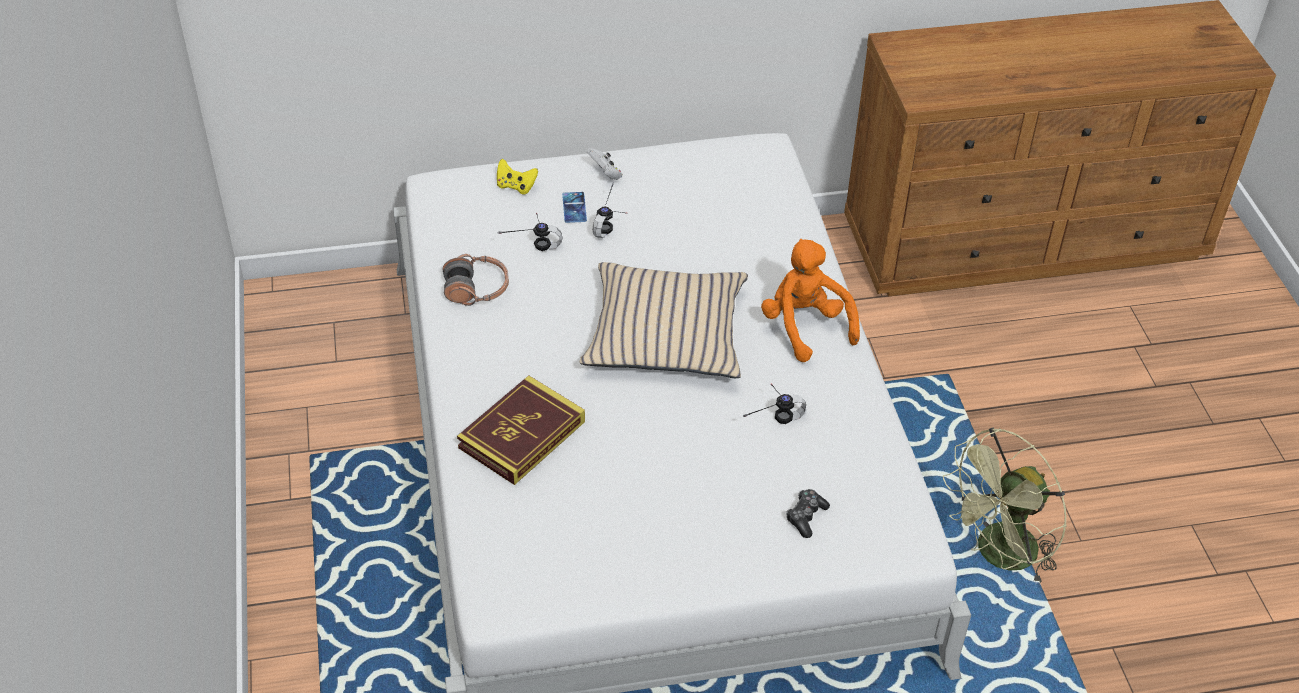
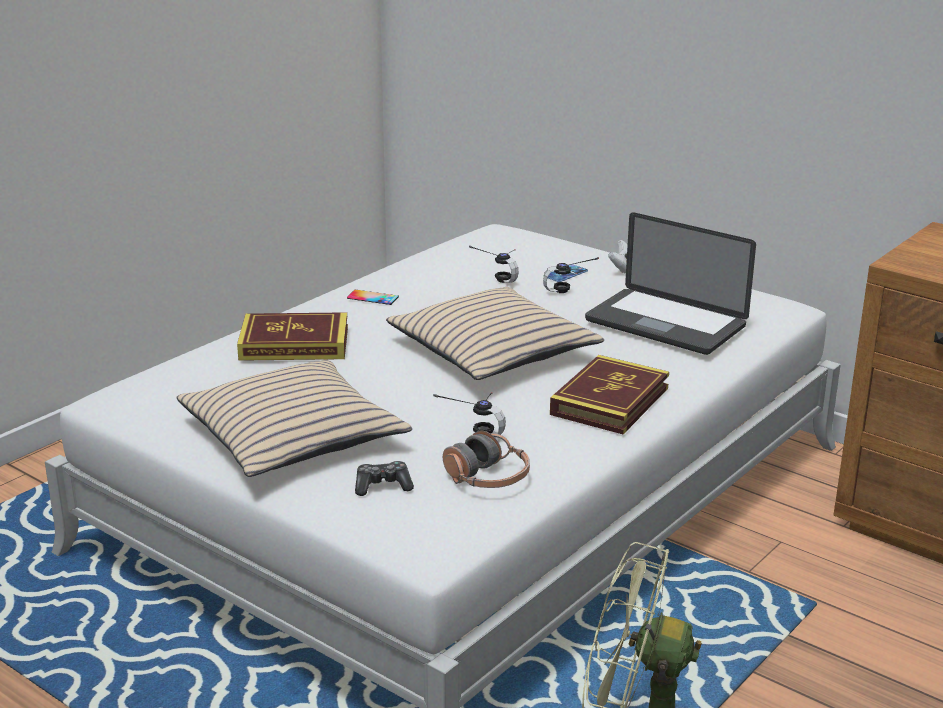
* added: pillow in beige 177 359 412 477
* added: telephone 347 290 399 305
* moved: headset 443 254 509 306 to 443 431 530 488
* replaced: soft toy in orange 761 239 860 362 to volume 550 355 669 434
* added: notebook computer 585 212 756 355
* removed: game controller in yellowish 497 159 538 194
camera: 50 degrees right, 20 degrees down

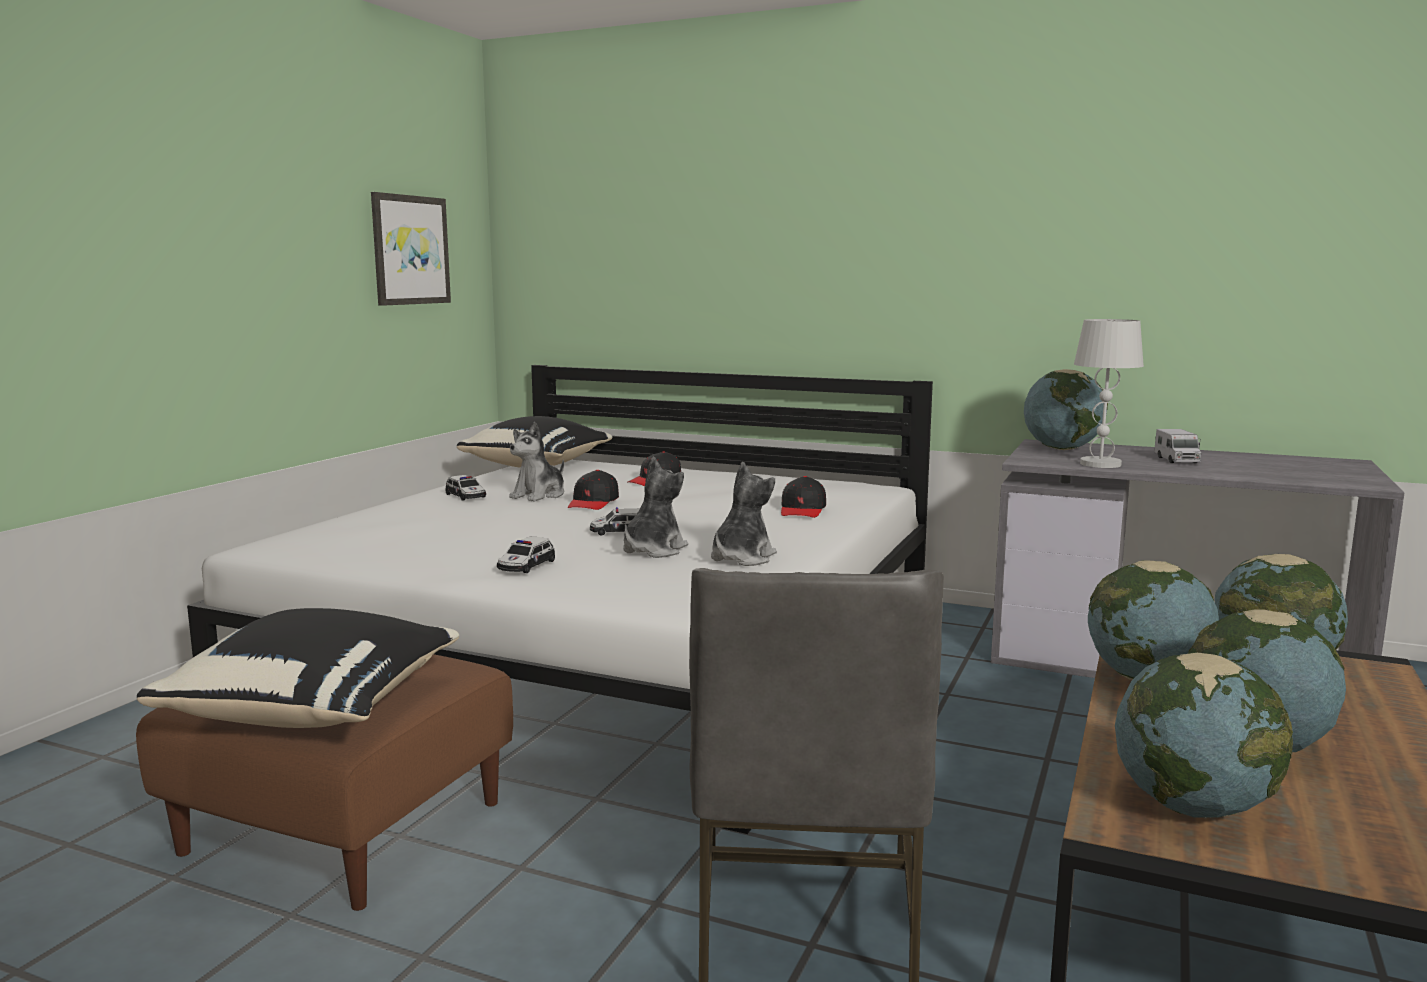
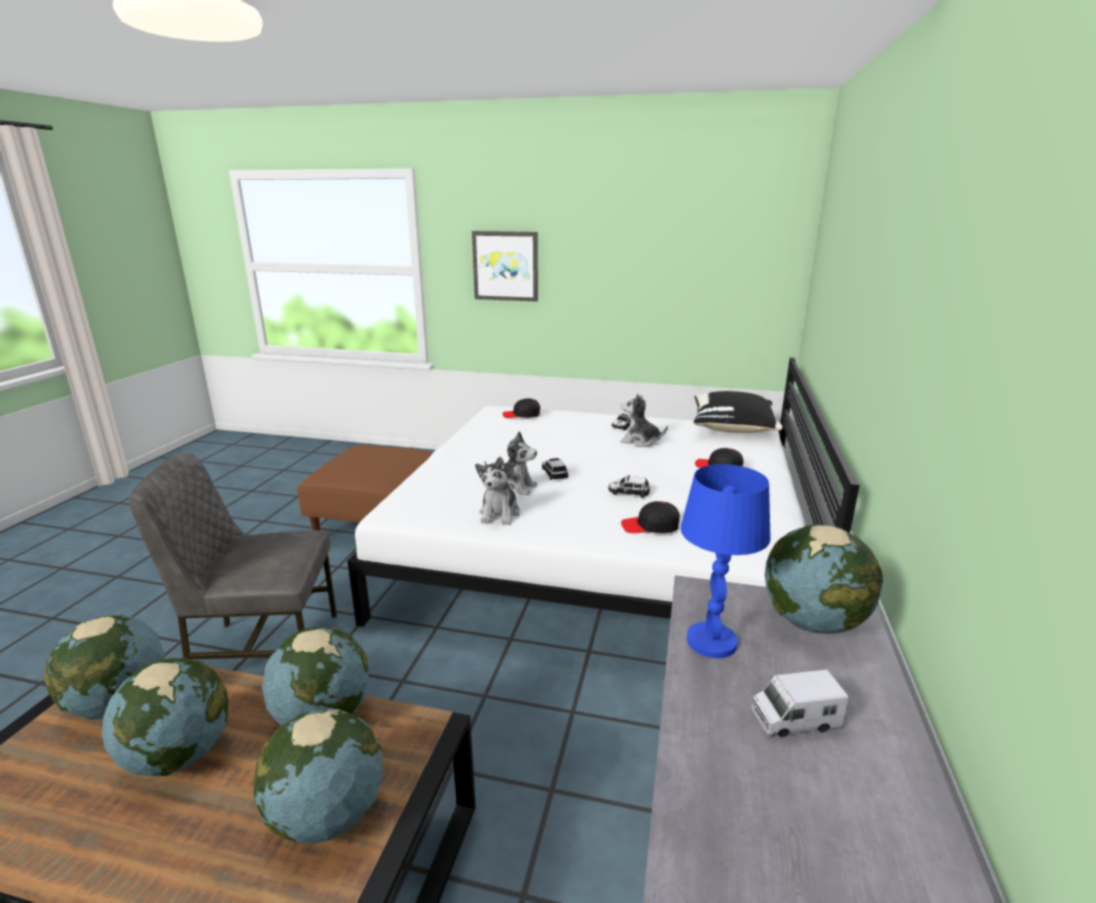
* moved: wall art 371 192 451 306 to 472 231 538 301
* turned: soft toy 711 461 777 566 = 475 457 520 525 75 degrees clockwise
* moved: cap in black 568 470 619 510 to 503 398 540 418
* moved: miniature car 497 537 555 573 to 608 475 650 498
* recoloured: lamp for a table in white 1074 319 1144 468 to lamp for a table in blue-coloured 680 464 771 658
* removed: pillow in black 137 608 459 728
camera: 80 degrees right, 10 degrees up

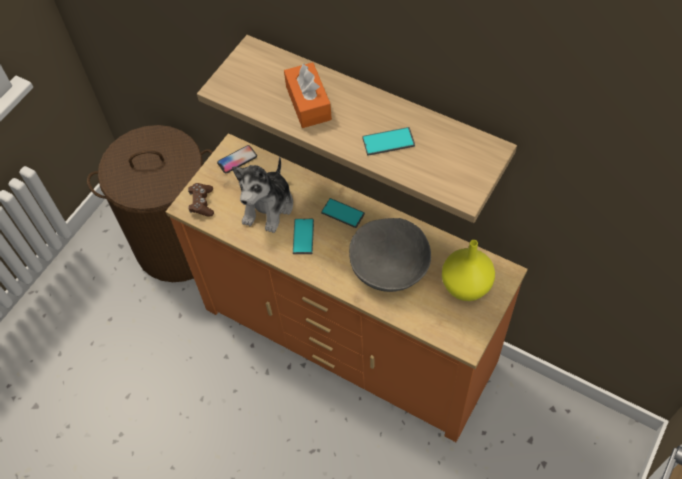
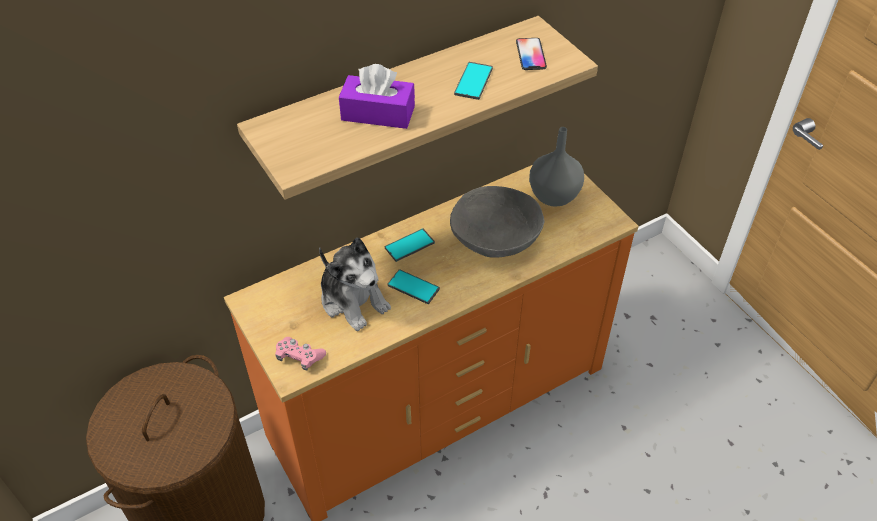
* recoloured: game controller in brownish 188 183 214 216 to game controller in pinkish 275 337 326 370
* recoloured: tissue box in orange 284 62 332 128 to tissue box in purple-coloured 339 64 415 129
* moved: telephone 217 145 257 173 to 516 38 547 70
* recoloured: decorative vase in yellowish 442 240 495 301 to decorative vase in grey 529 127 584 207
camera: 65 degrees left, 10 degrees down

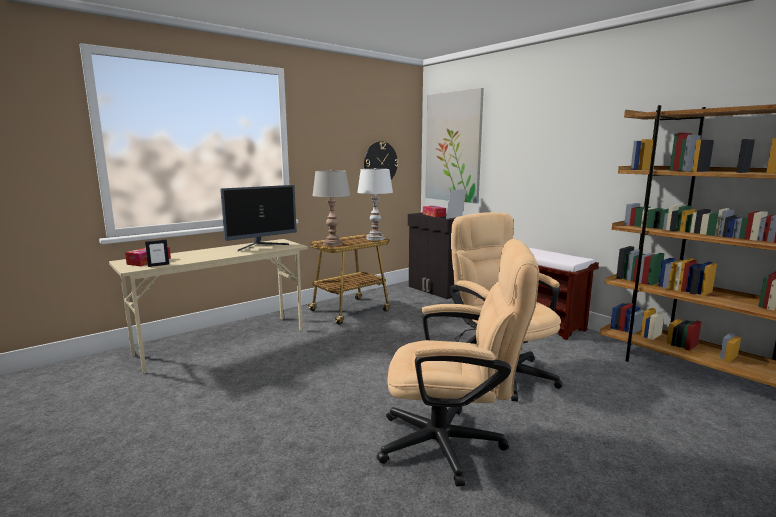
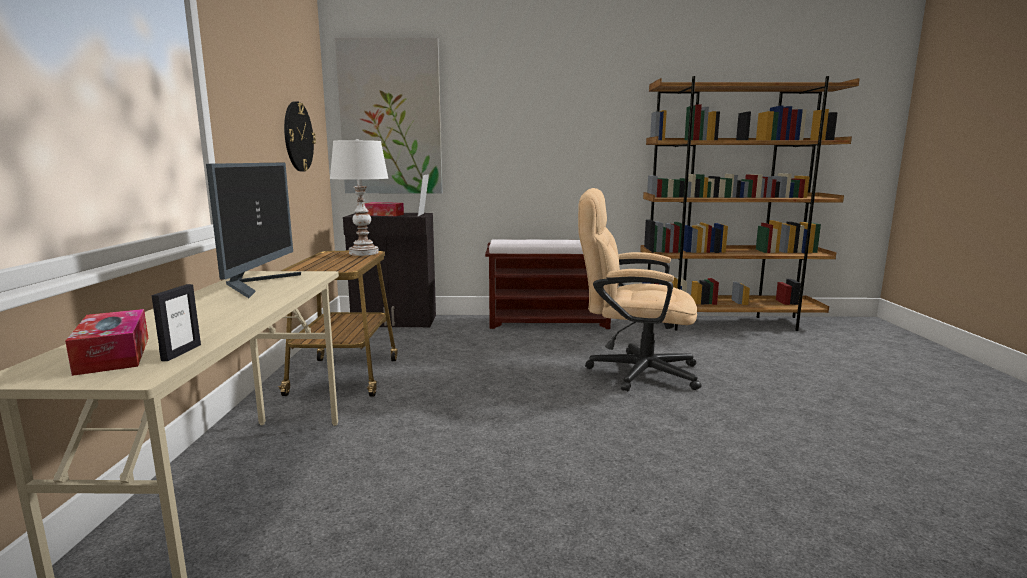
* removed: lamp for a table in grey 312 170 350 246
* removed: computer chair in beige 377 239 539 487
camera: 50 degrees left, 0 degrees up

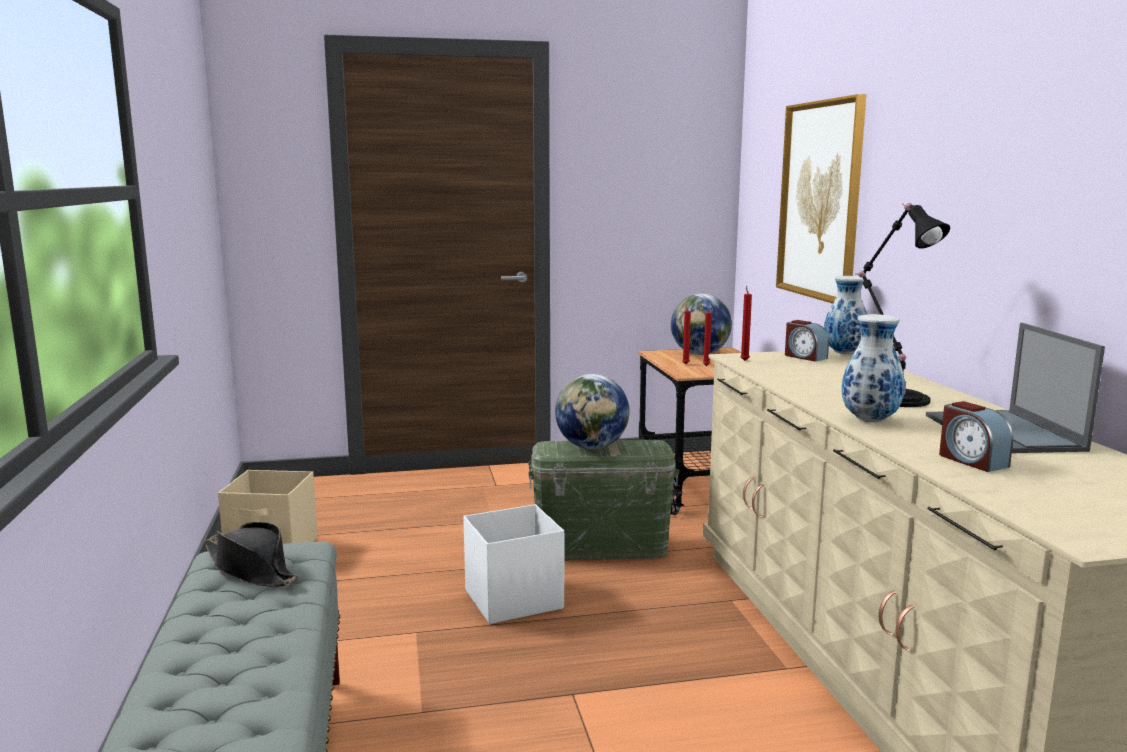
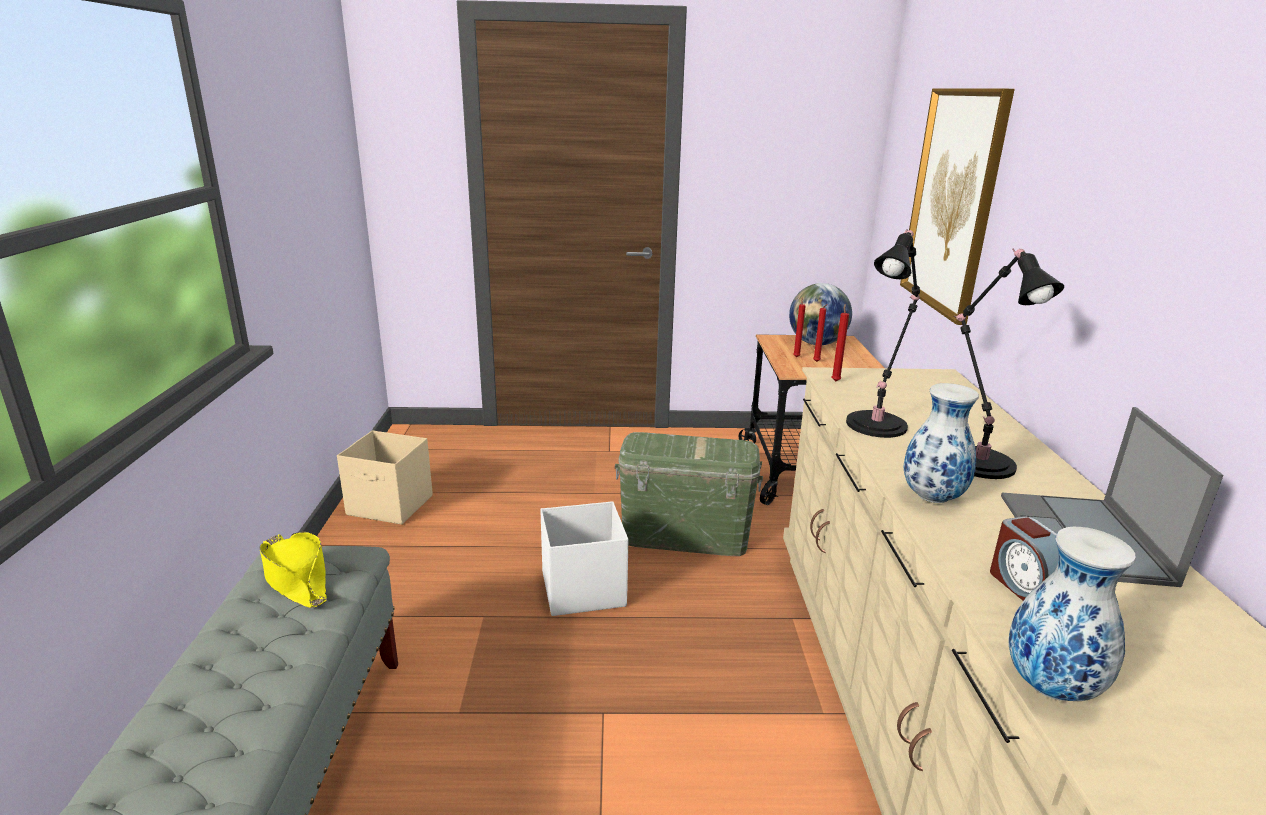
* recoloured: hat in black 204 522 299 586 to hat in yellowish 260 532 327 608
* added: lamp for a table in black 846 229 920 438
* moved: decorative vase 824 276 867 354 to 1009 527 1136 701
* removed: globe 555 374 629 449
* removed: bedside clock 785 320 829 362
camera: 10 degrees right, 10 degrees up

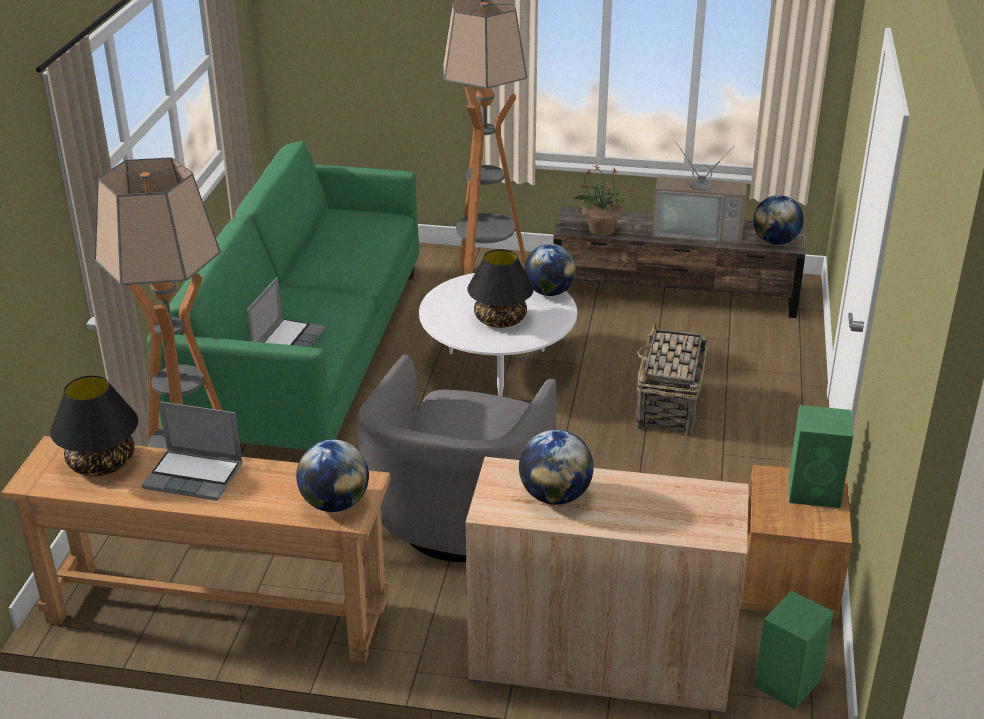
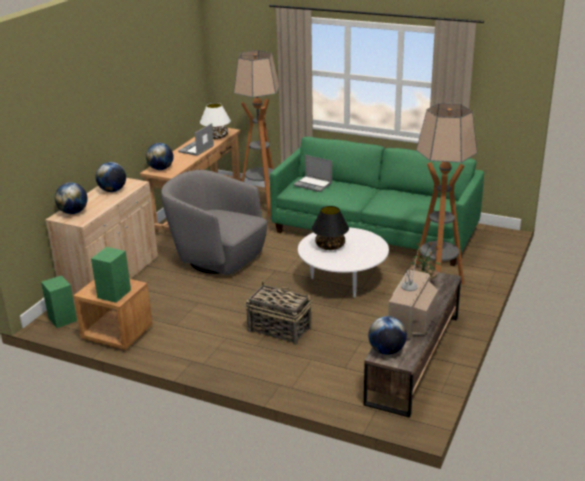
* moved: globe 524 244 576 296 to 55 182 88 214
* recoloured: lamp for a table in black 50 375 138 476 to lamp for a table in white 200 103 231 139
camera: 105 degrees right, 5 degrees down

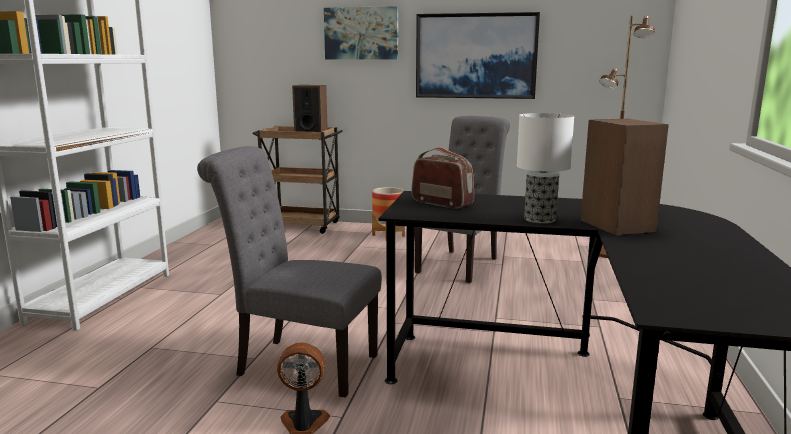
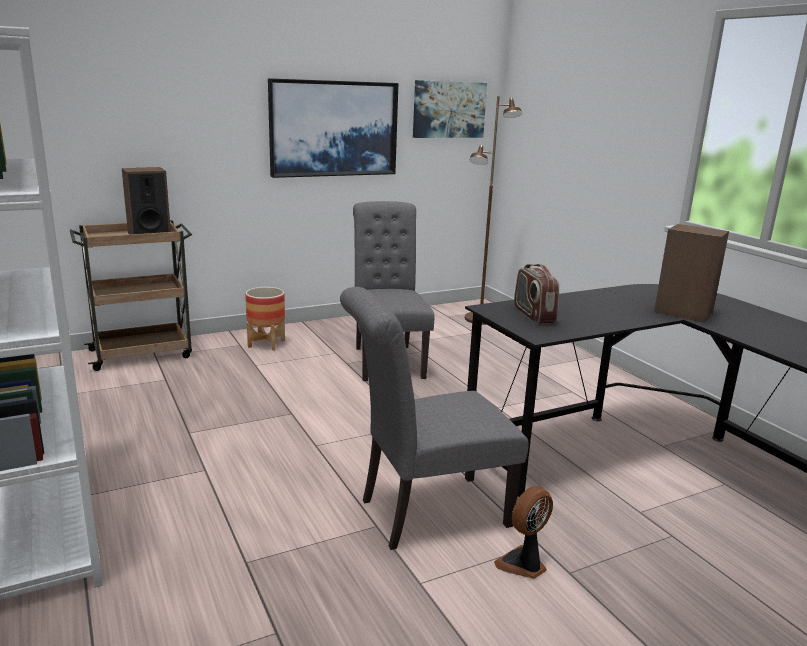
* moved: wall art 324 6 398 60 to 413 80 487 138
* turned: radio 412 147 474 209 = 514 264 559 324 105 degrees counterclockwise
* removed: lamp for a table 517 113 574 223
camera: 40 degrees left, 5 degrees up

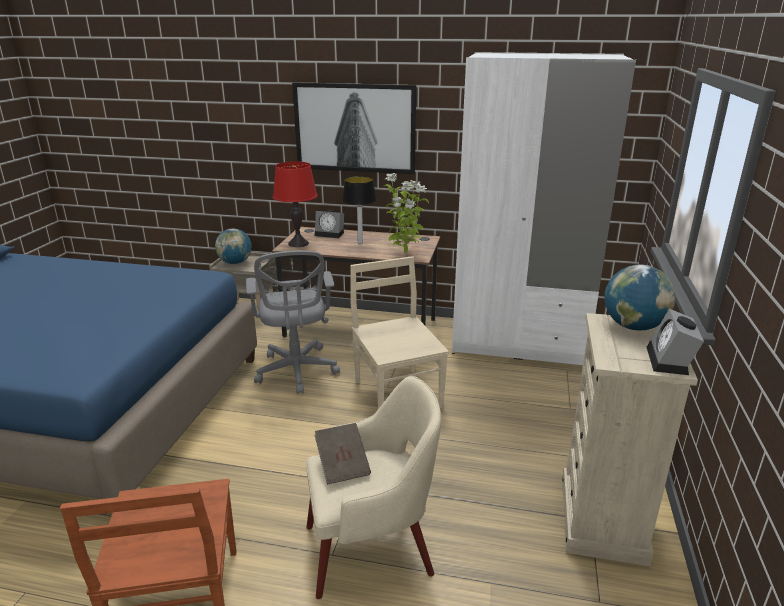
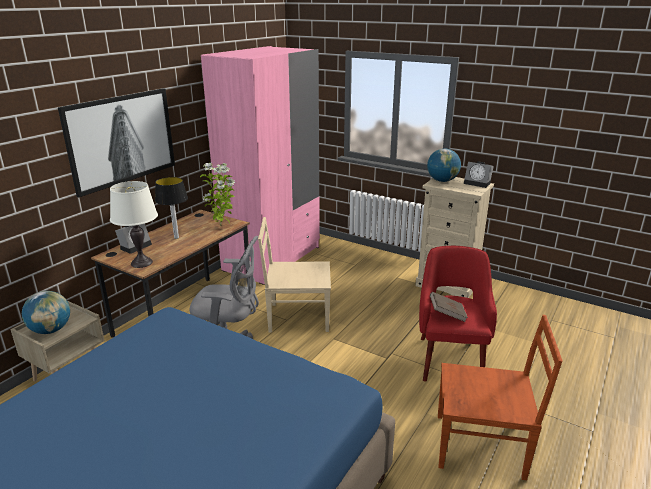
* recoloured: lamp for a table in reddish 273 161 318 247 to lamp for a table in white 110 181 158 268
* recoloured: clothes cupboard in white 452 52 636 365 to clothes cupboard in pinkish 201 46 320 285
* recoloured: armchair in beige 306 376 441 599 to armchair in reddish 419 246 497 382
camera: 70 degrees left, 0 degrees up

